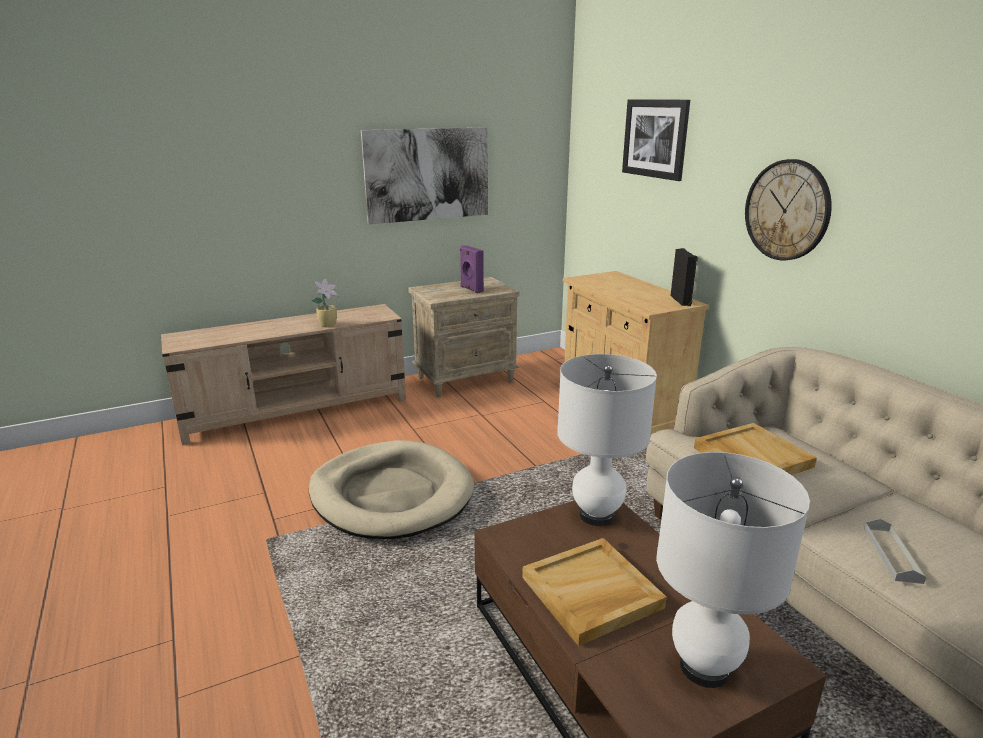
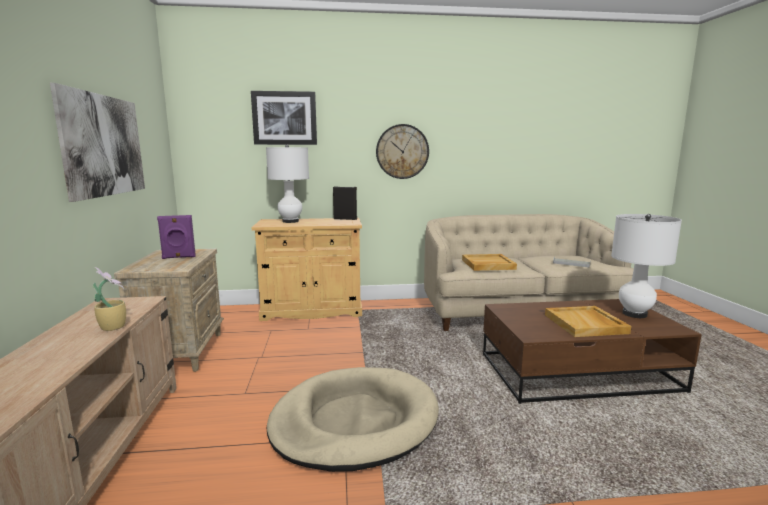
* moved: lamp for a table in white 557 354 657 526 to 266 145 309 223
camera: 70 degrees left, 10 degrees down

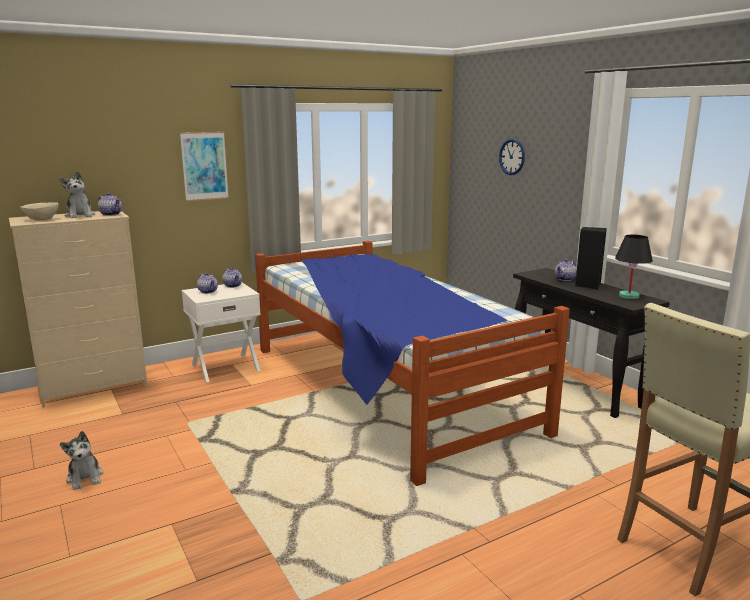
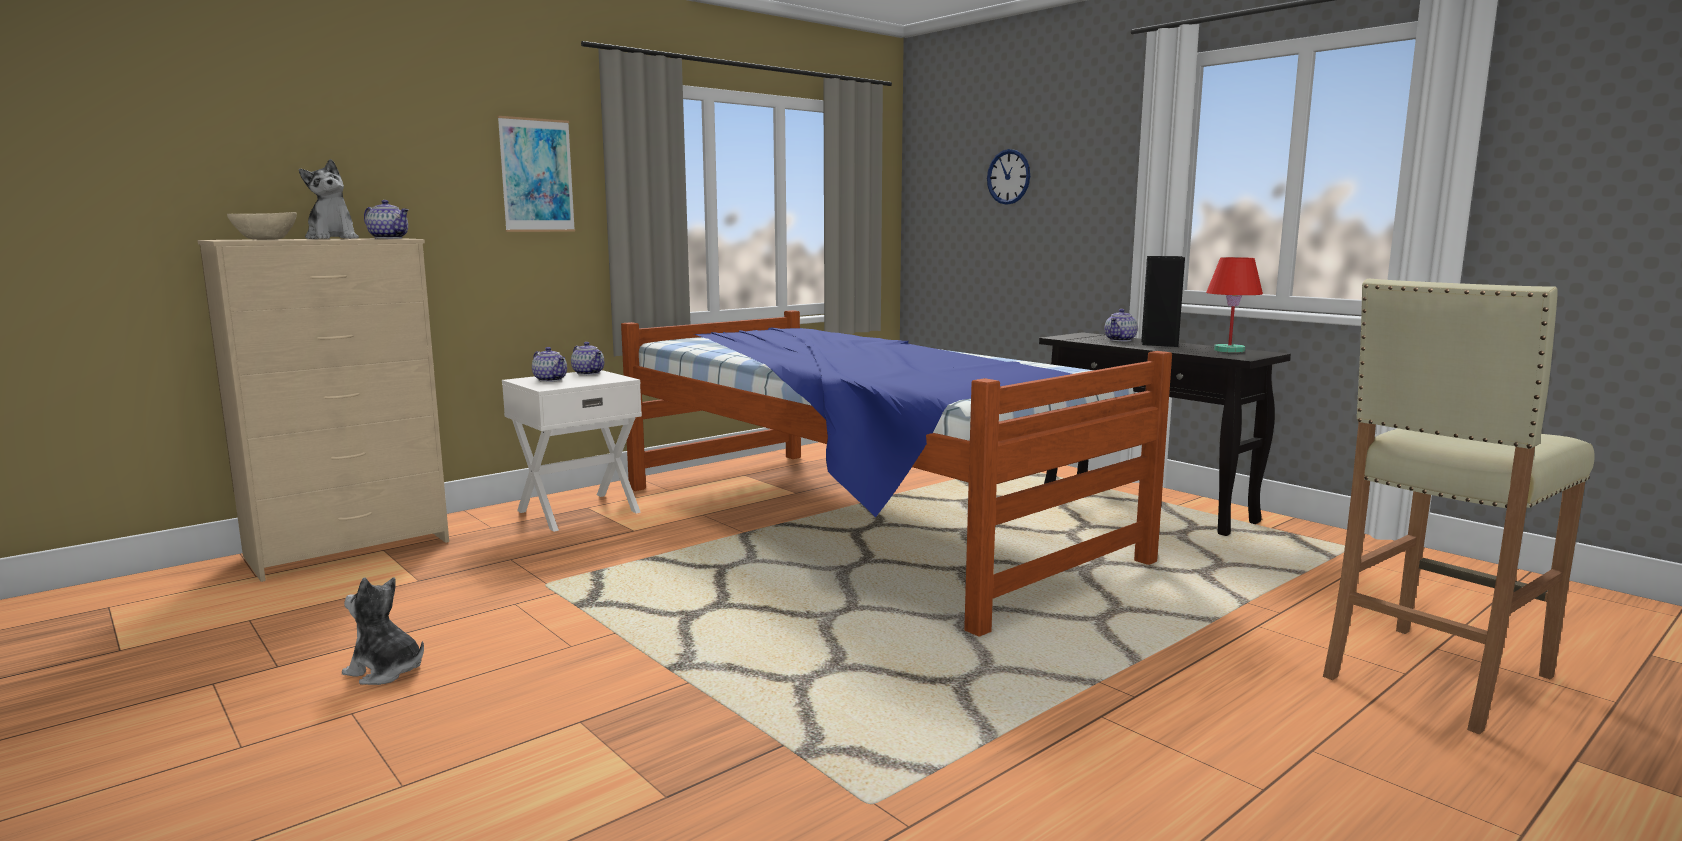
* turned: soft toy 60 431 103 490 = 342 578 424 685 150 degrees clockwise
* recoloured: lamp for a table in black 615 235 653 299 to lamp for a table in reddish 1206 257 1263 353
camera: 10 degrees left, 5 degrees down

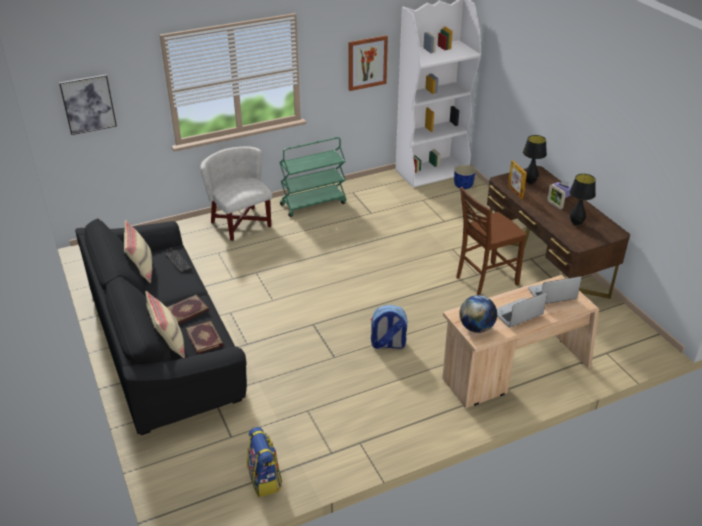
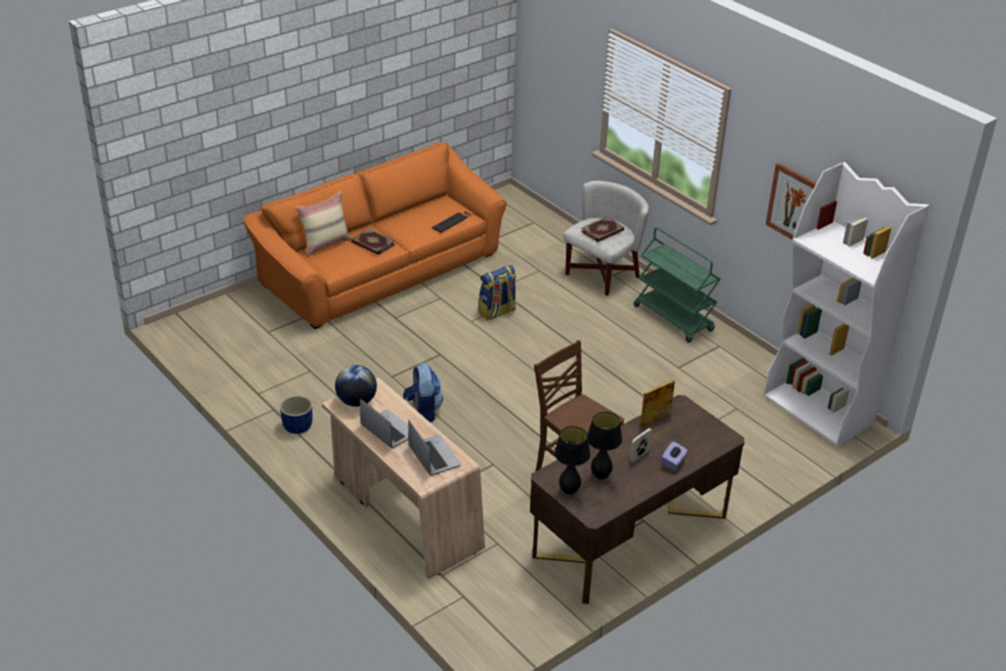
* recoloured: settee in black 75 218 247 435 to settee in orange 243 143 507 329
* moved: planter in blue-coloured 454 165 475 189 to 280 396 312 434
* moved: backpack 247 427 282 497 to 478 265 516 321
* moved: lamp for a table in black 523 135 547 184 to 554 426 590 495
* moved: volume 186 321 224 355 to 581 217 624 242
* removed: wall art 59 74 117 135
* removed: pillow in beige 124 220 152 283
camera: 75 degrees right, 0 degrees up

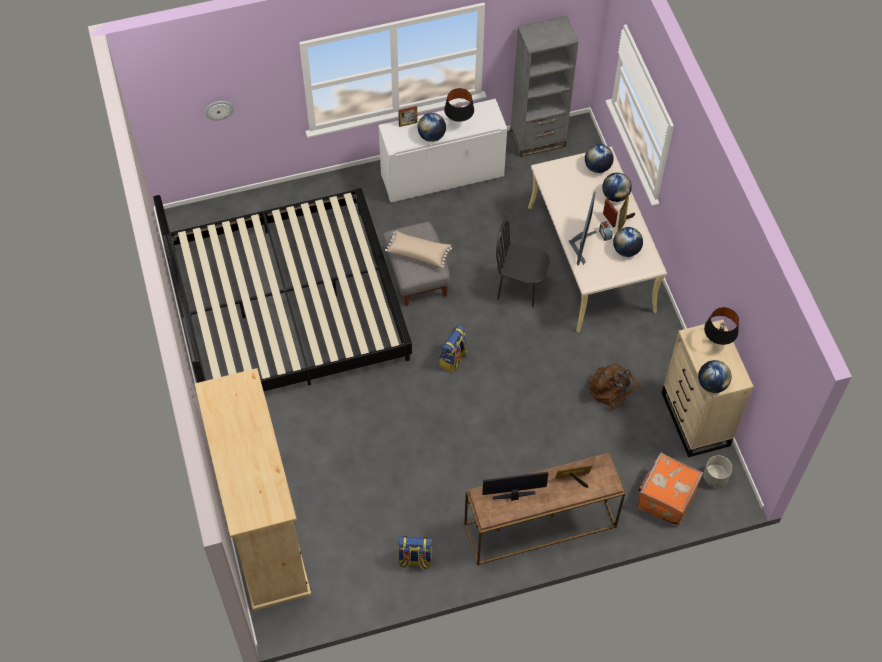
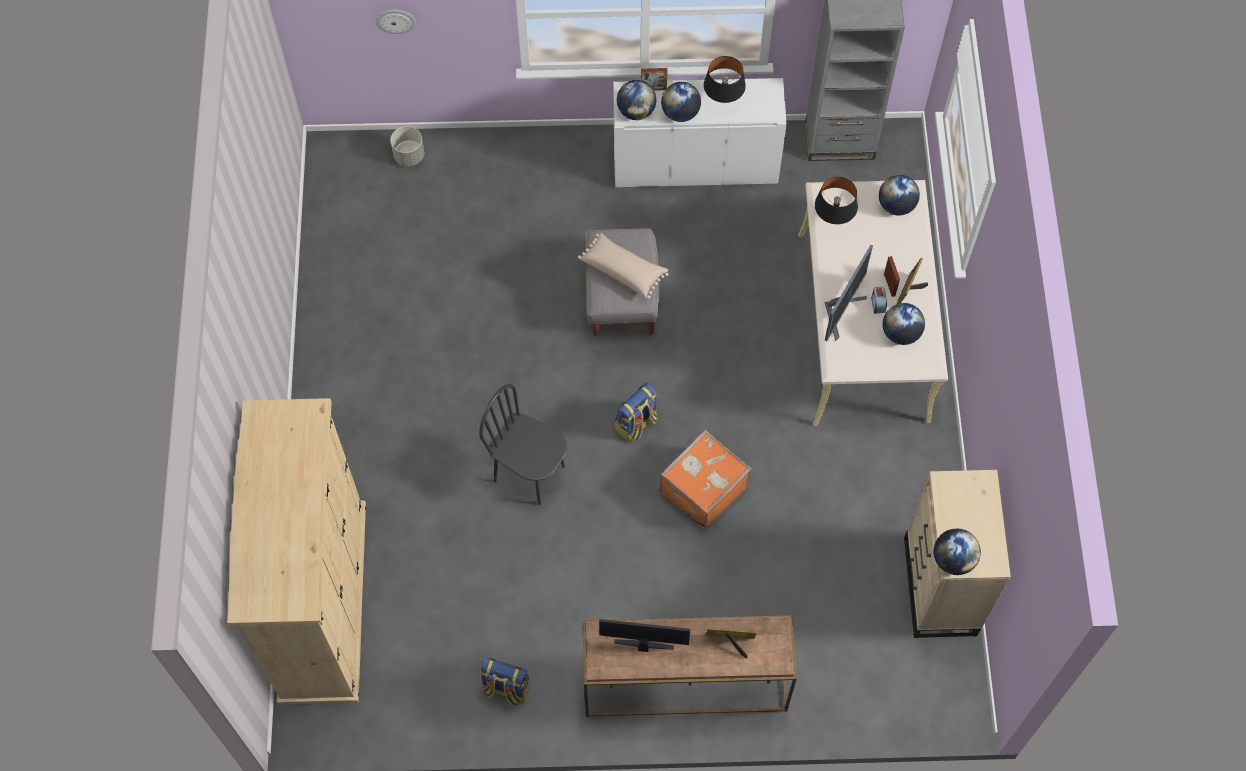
* moved: planter in grey 703 455 732 487 to 390 126 424 166
* moved: upright chair in black 496 219 550 307 to 479 384 567 505
* moved: globe 602 173 632 202 to 617 80 656 120
* moved: travel case in orange 636 453 703 526 to 660 430 751 529
* moved: lamp for a table in black 704 307 739 345 to 815 177 858 224
* removed: sleeping bed 153 188 412 391
* removed: backpack in brownish 589 364 642 411
camera: 15 degrees right, 5 degrees up

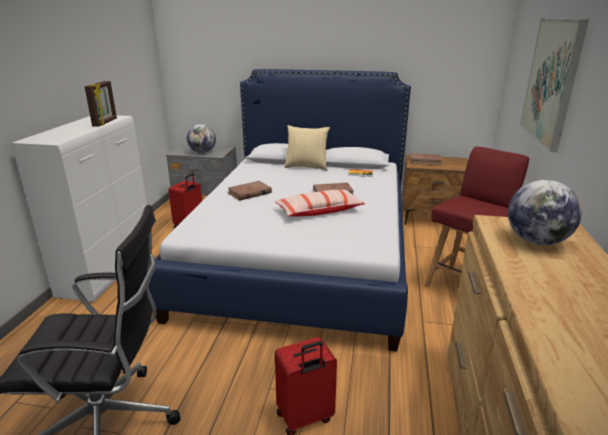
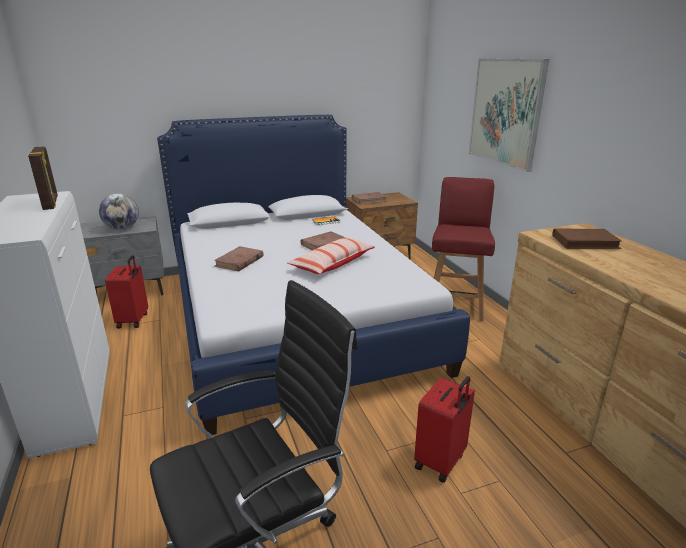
* replaced: globe 508 180 582 245 to volume in brownish 552 229 622 249
* removed: pillow 284 125 330 170
camera: 30 degrees left, 0 degrees up

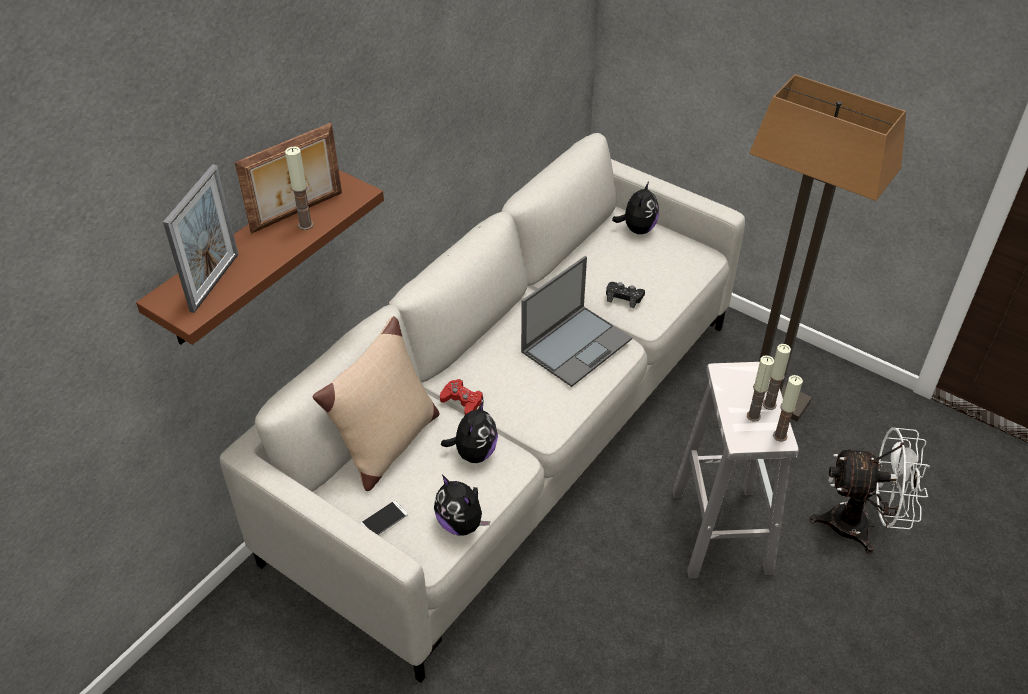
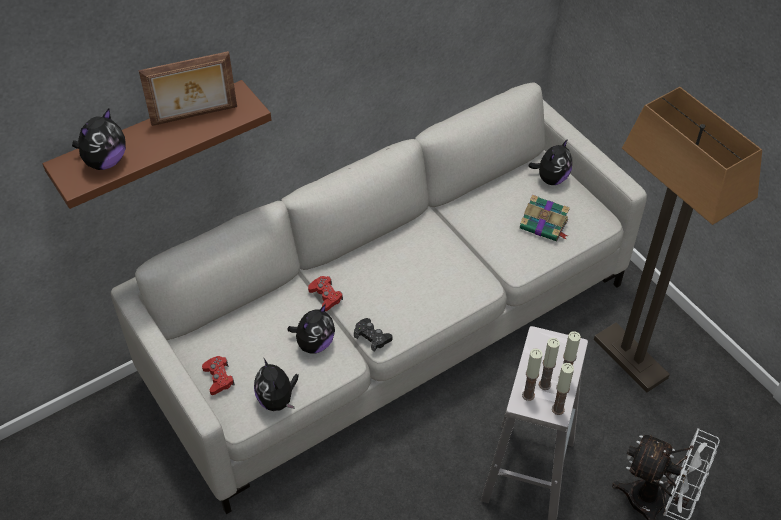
* replaced: standing frame 163 164 239 313 to soft toy 72 109 126 170
* replaced: telephone 361 501 408 535 to game controller in reddish 202 356 235 395
* moved: game controller in black 606 282 645 308 to 354 318 393 352
* added: volume 520 195 570 241
* moved: wax light 285 147 314 230 to 522 348 542 401
* removed: pillow in beige 313 316 440 491
* removed: notebook computer 521 256 632 387
camera: 20 degrees right, 5 degrees up

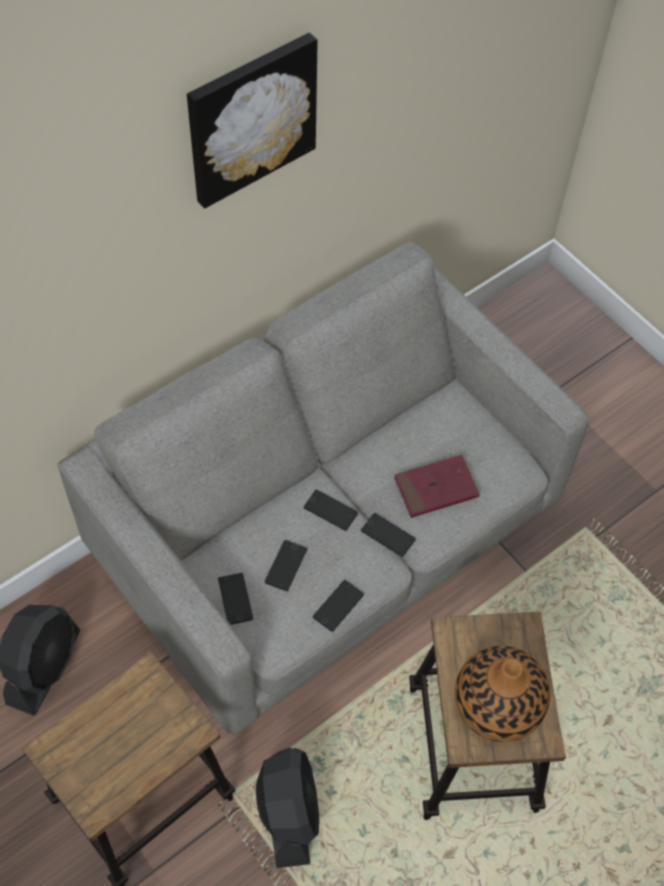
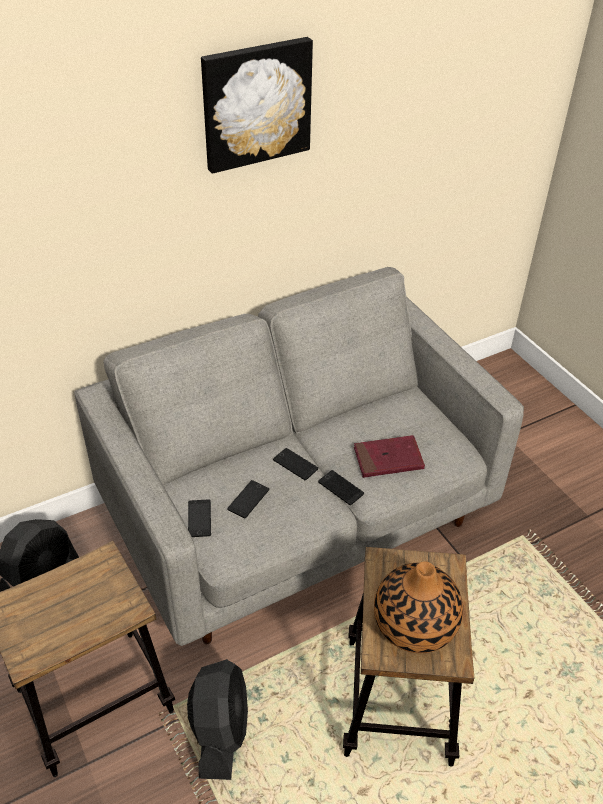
* removed: telephone 313 580 364 632
camera: 10 degrees right, 15 degrees down

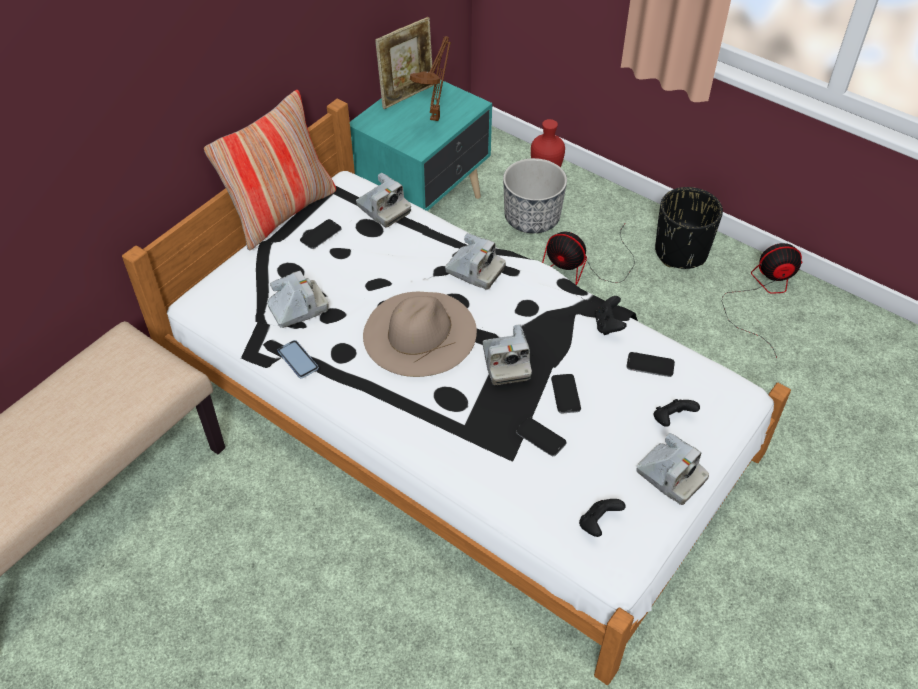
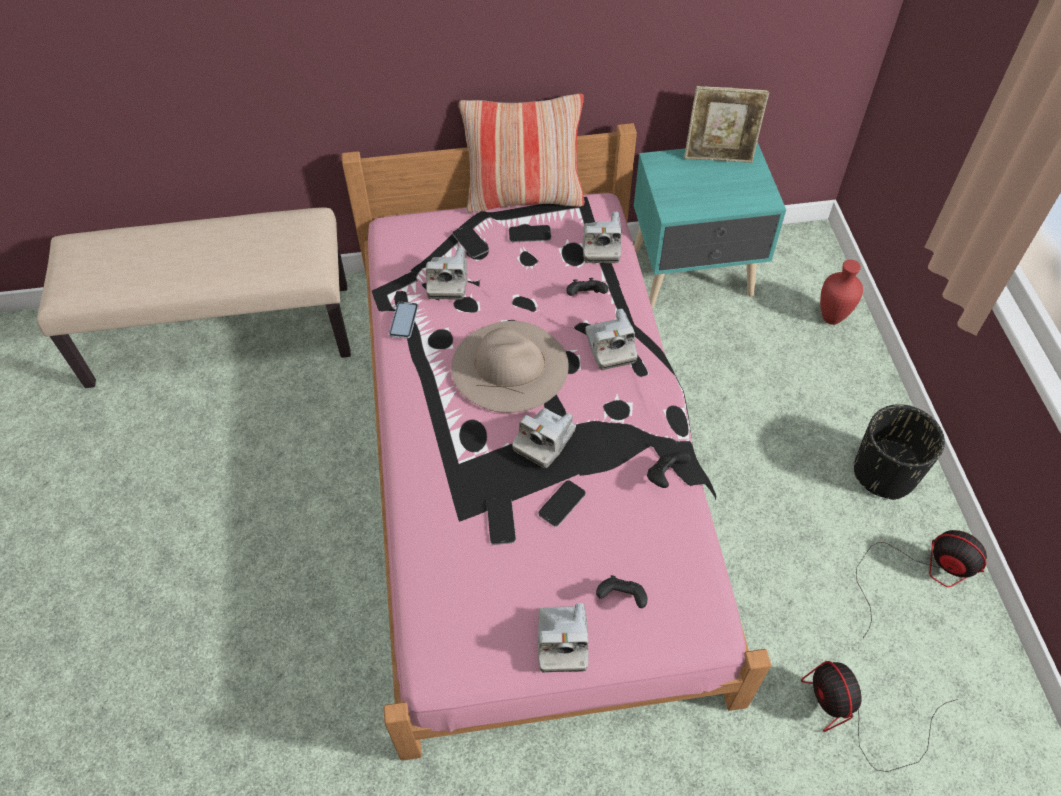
* recoloured: sleeping bed in white 122 99 791 685 to sleeping bed in pinkish 342 123 772 761
* turned: still camera 267 271 329 328 = 426 246 467 300 75 degrees clockwise
* moved: telephone 627 352 675 377 to 452 225 489 258
* moved: game controller in black 579 499 626 537 to 566 278 608 296
* moved: cooling fan 542 224 635 285 to 801 661 958 772
* removed: lamp for a table in brownish 410 36 451 121
* removed: planter 503 158 567 233
camera: 45 degrees right, 5 degrees up

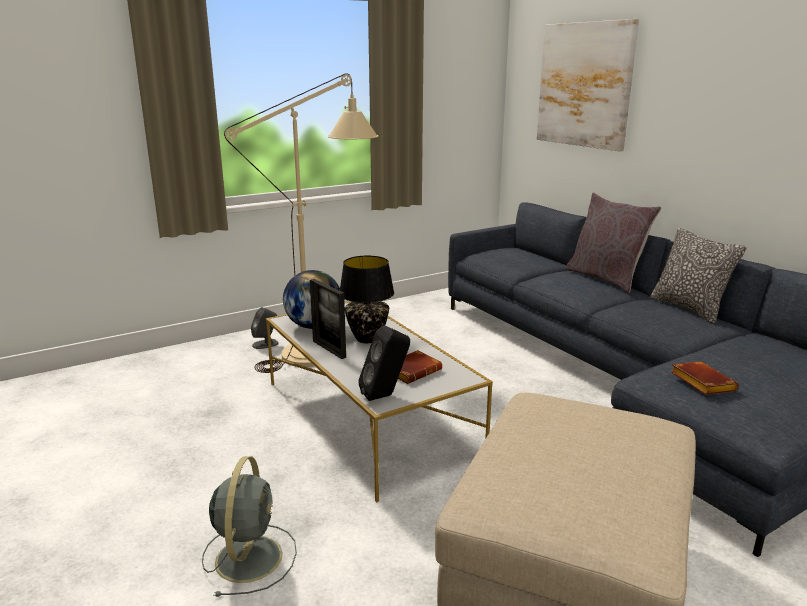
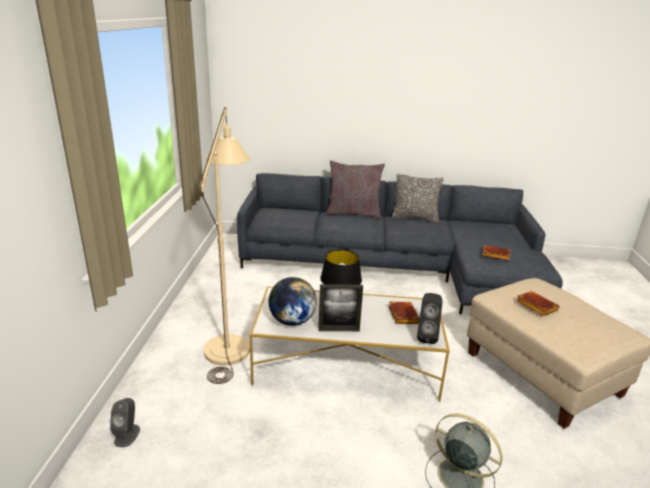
* moved: audio speaker in grey 251 307 279 349 to 110 398 140 447
* added: volume in brownish 516 291 559 316
* removed: wall art 537 19 639 151
camera: 55 degrees left, 5 degrees up

